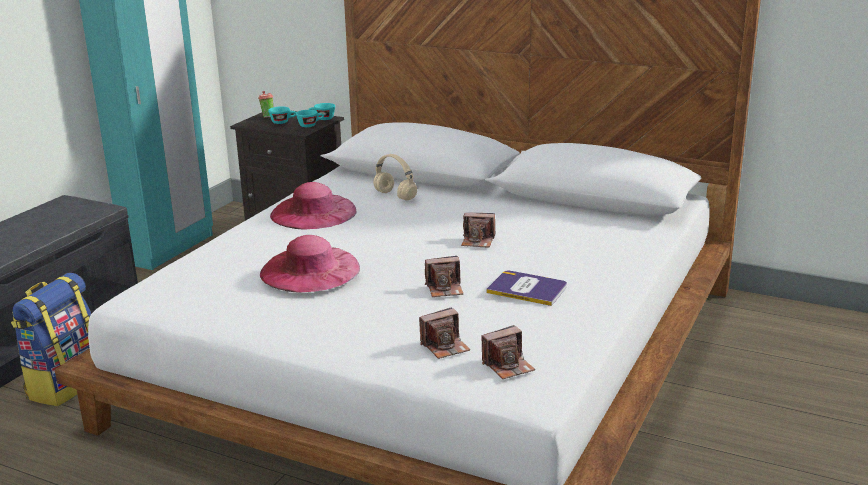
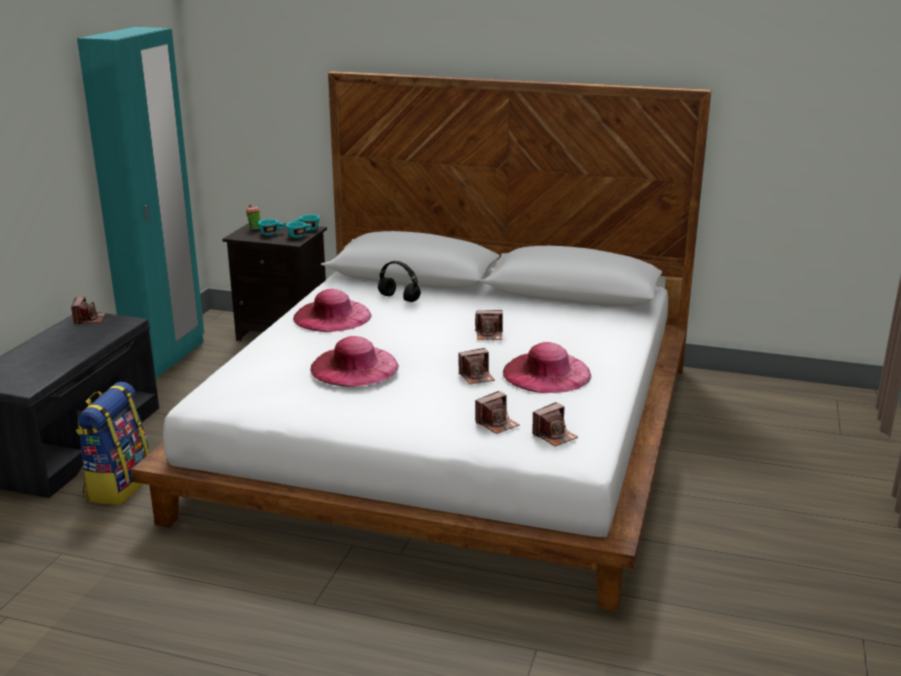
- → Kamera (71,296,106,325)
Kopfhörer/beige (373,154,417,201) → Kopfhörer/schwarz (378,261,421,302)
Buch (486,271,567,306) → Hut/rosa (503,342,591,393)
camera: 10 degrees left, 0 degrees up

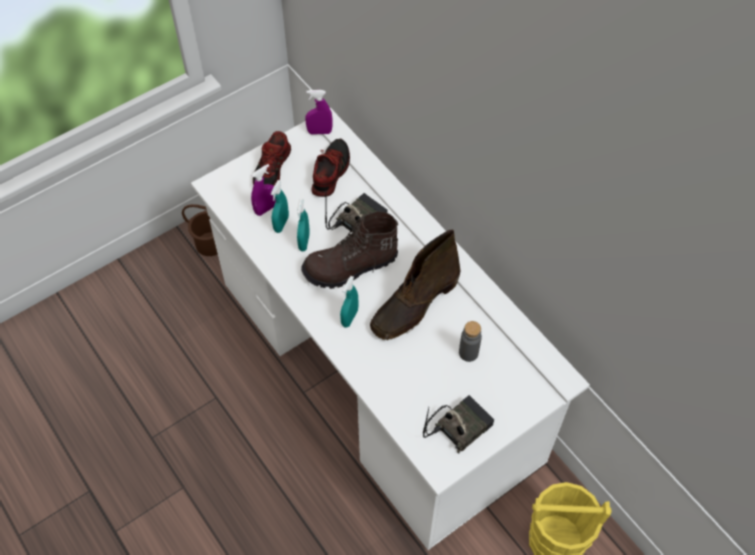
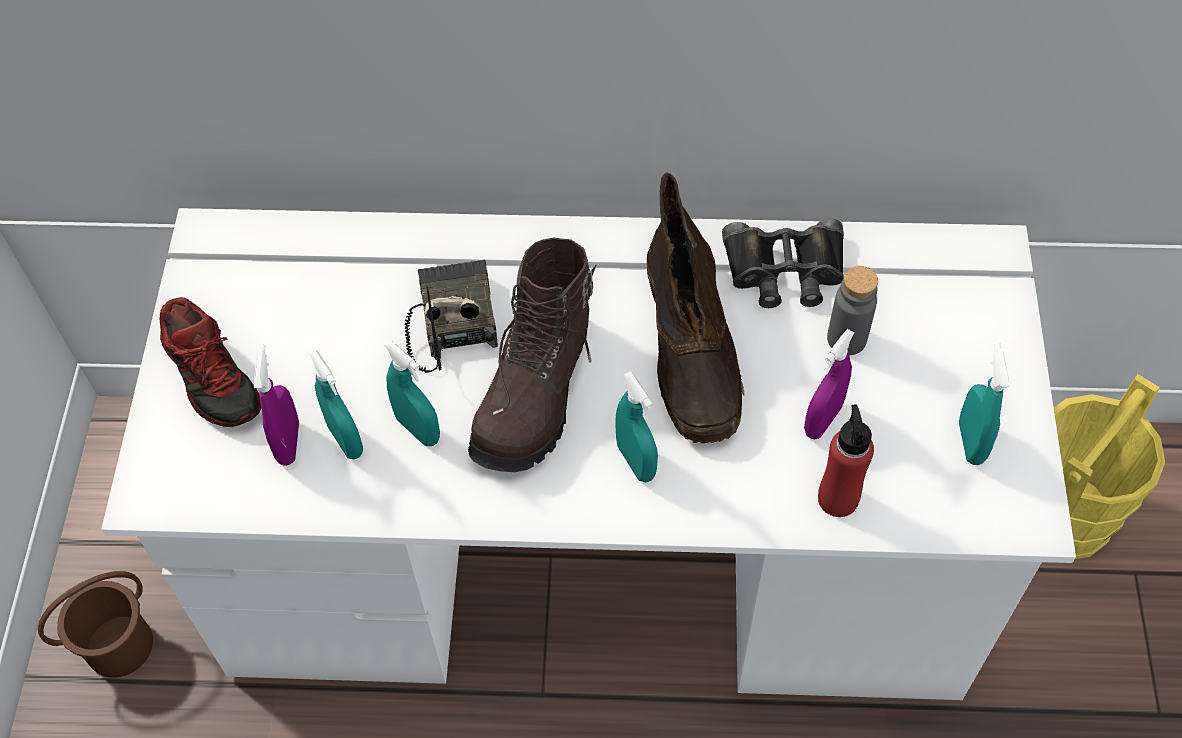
- → Fernglas/schwarz (722,219,844,308)
Sprühflasche/lila (305,90,333,135) → Sprühflasche/lila (804,329,855,439), shifted
- → Flasche/rot (818,404,874,517)
Radio (423,395,494,454) → Sprühflasche/türkis (959,343,1010,465)
Schuh (311,139,350,197) → -
camera: 50 degrees left, 0 degrees up

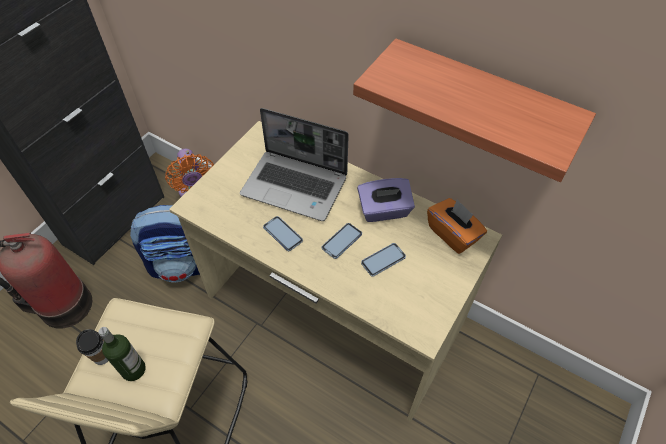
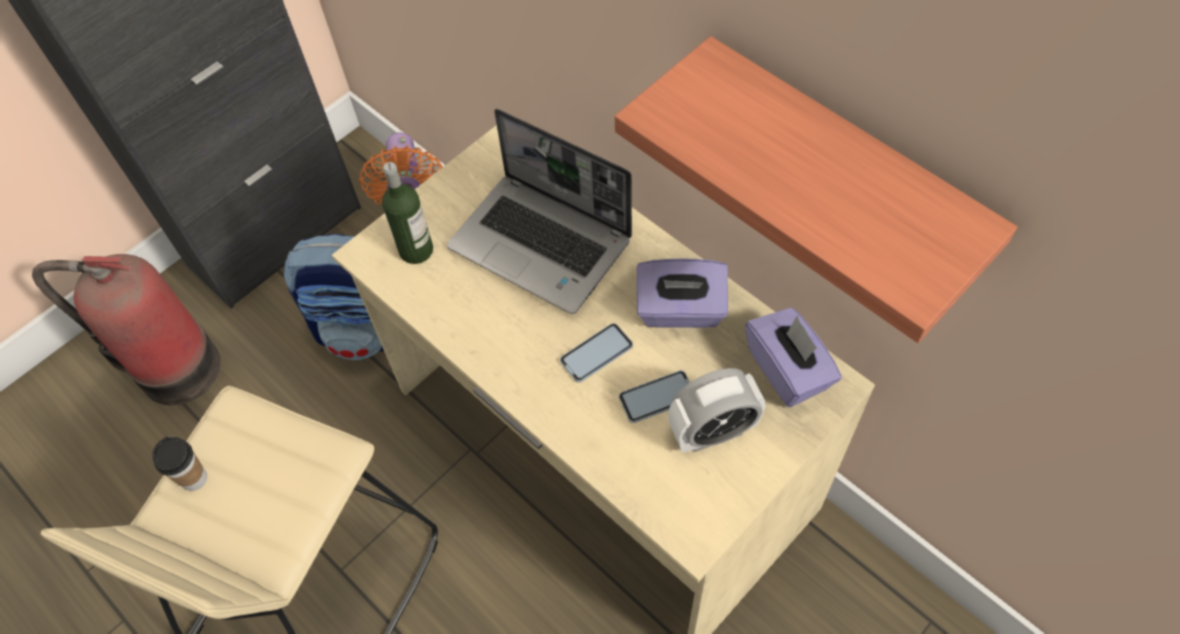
Flasche (98,327,146,381) → Flasche (382,162,433,264), shifted
- → Wecker (668,368,765,453)
Taschentuchbox/orange (427,198,487,254) → Taschentuchbox/lila (745,308,842,407)
Handy (263,216,303,251) → -
camera: 15 degrees right, 5 degrees up

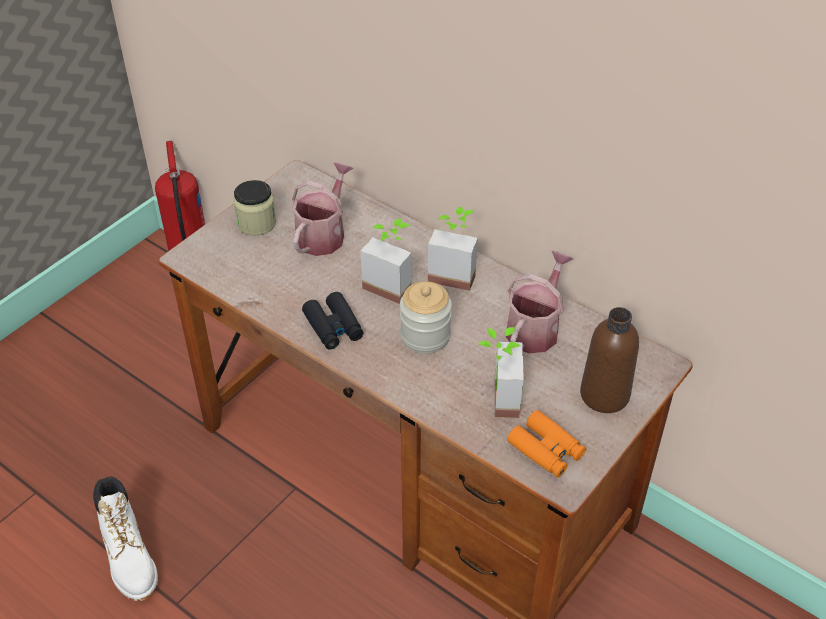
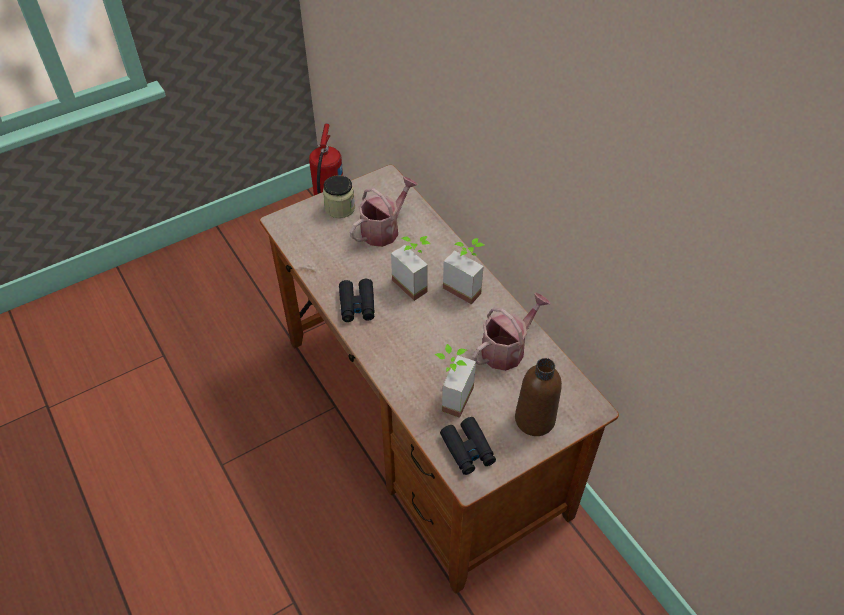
Fernglas/orange (507,410,586,477) → Fernglas/schwarz (440,417,496,475)
Stiefel/weiß (93,476,158,601) → -
Vorratsglas (400,281,452,354) → -
camera: 20 degrees right, 5 degrees up

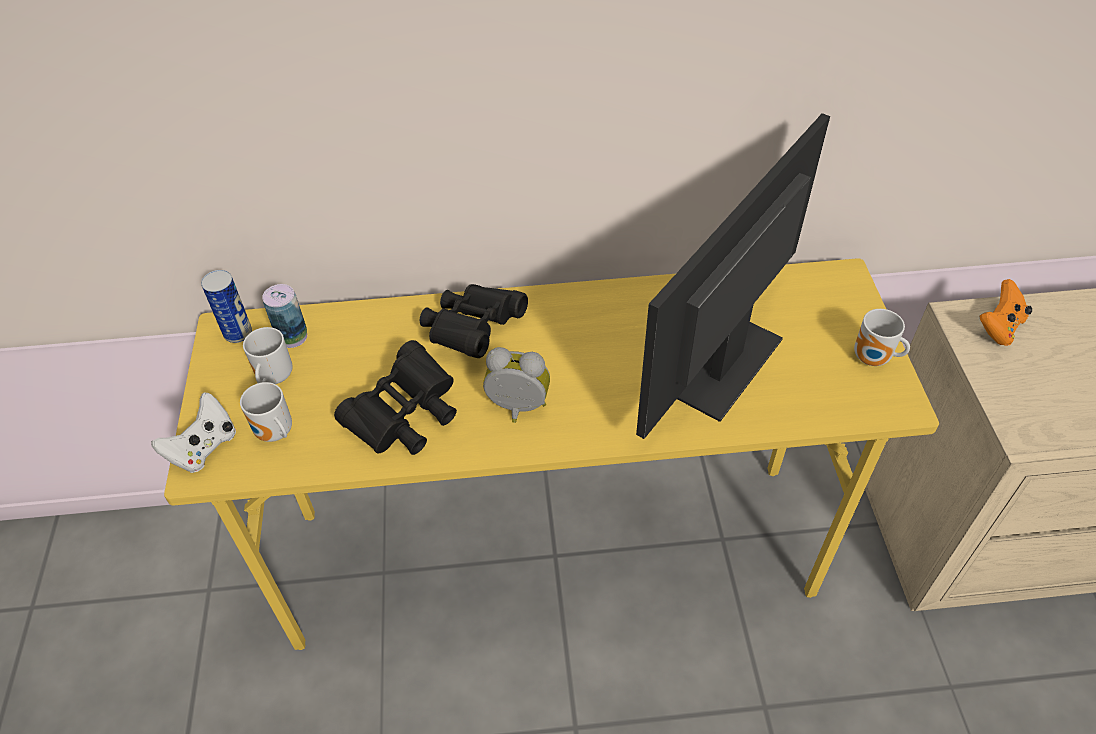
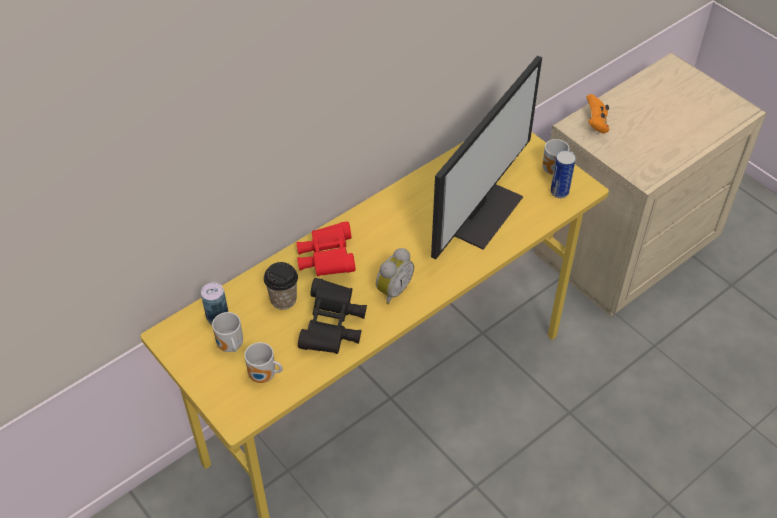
- → Tasse (264,262,298,310)
Fernglas/schwarz (420,284,528,358) → Fernglas/rot (297,221,356,276)
Wecker (483,347,550,423) → Wecker (376,248,414,305), 150 degrees clockwise
Monitor (636,113,830,439) → Monitor (431,56,542,259), 150 degrees counterclockwise
Dose (201,270,252,343) → Dose (550,151,576,198), shifted
Gamepad/weiß (151,392,236,473) → -
camera: 35 degrees left, 0 degrees up

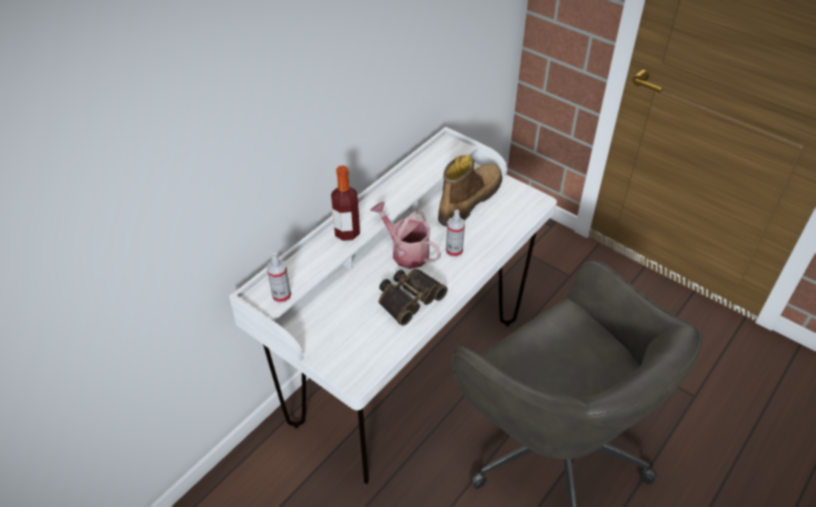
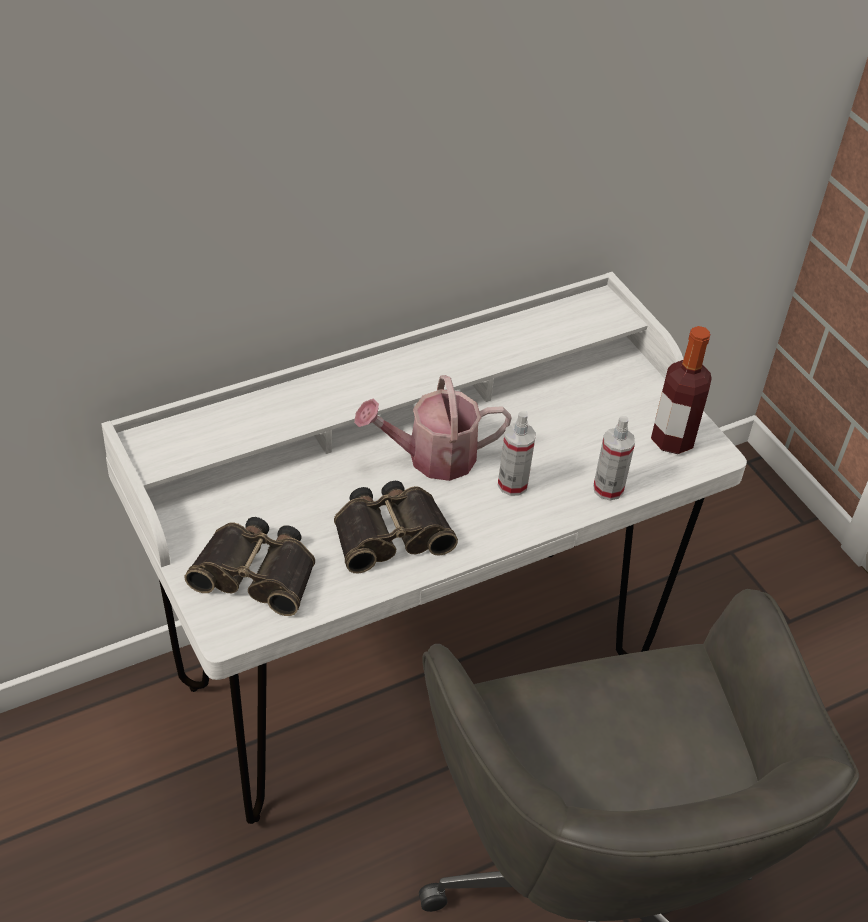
- → Fernglas (185,517,315,616)
Gießkanne (370,202,441,269) → Gießkanne (354,375,512,481), 75 degrees counterclockwise
Sprühflasche (267,253,291,303) → Sprühflasche (593,416,635,501), shifted
Flasche (331,165,360,241) → Flasche (651,326,712,454), shifted
Stiefel (438,155,502,227) → -
camera: 20 degrees right, 0 degrees up

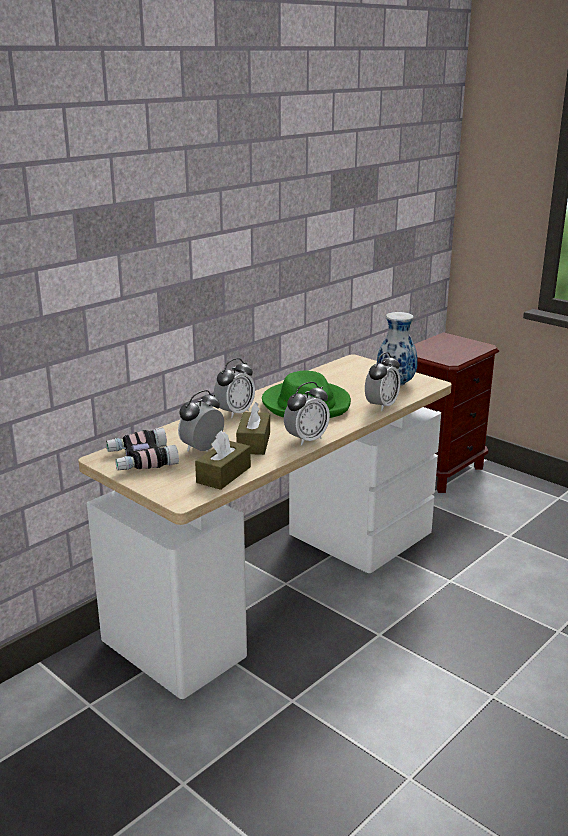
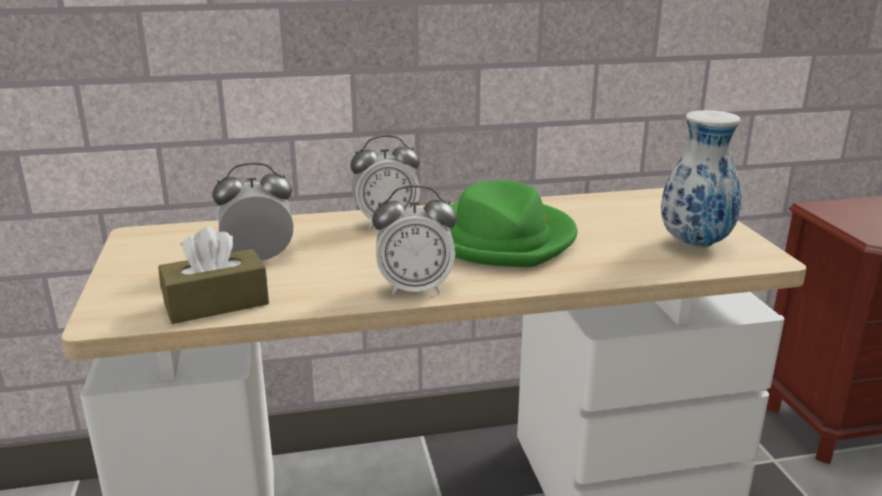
Fernglas (106,428,179,470) → -
Taschentuchbox/braun (236,402,270,455) → -
Wecker (365,352,400,411) → -
camera: 35 degrees right, 0 degrees up

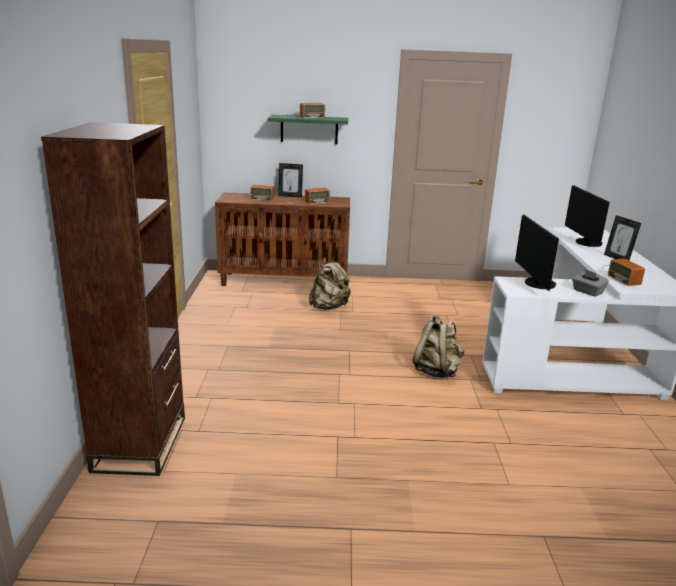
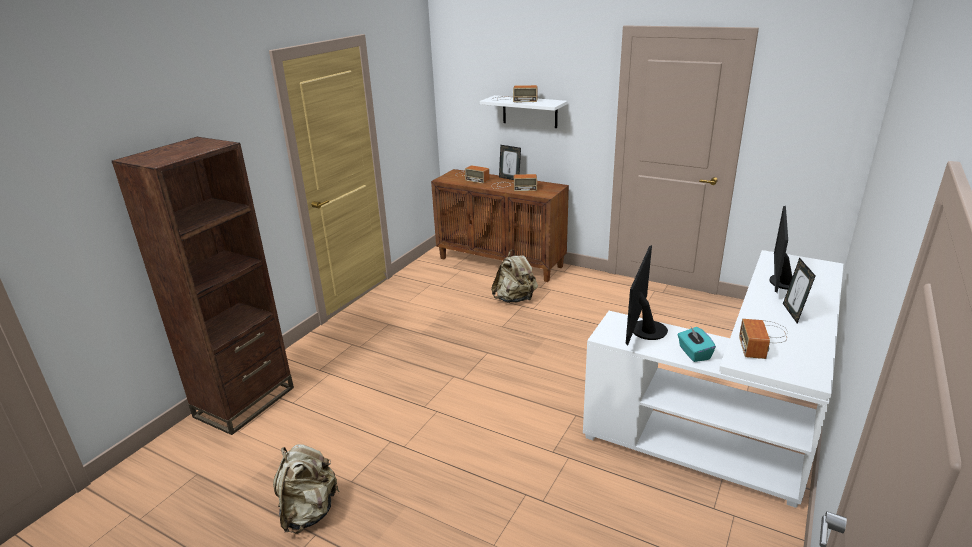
Rucksack/beige (412,315,464,378) → Rucksack/beige (273,444,340,534), shifted
Wandregal/grün (267,115,348,144) → Wandregal/weiß (480,95,568,128)
Taschentuchbox/grau (572,269,609,296) → Taschentuchbox/türkis (678,327,716,362)
camera: 30 degrees right, 5 degrees up

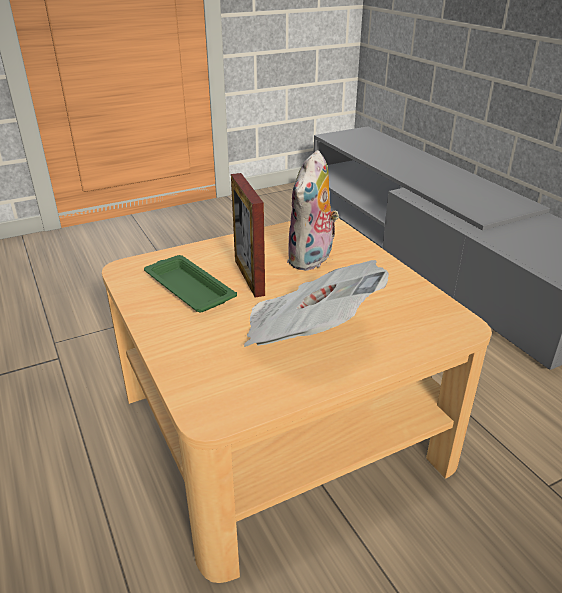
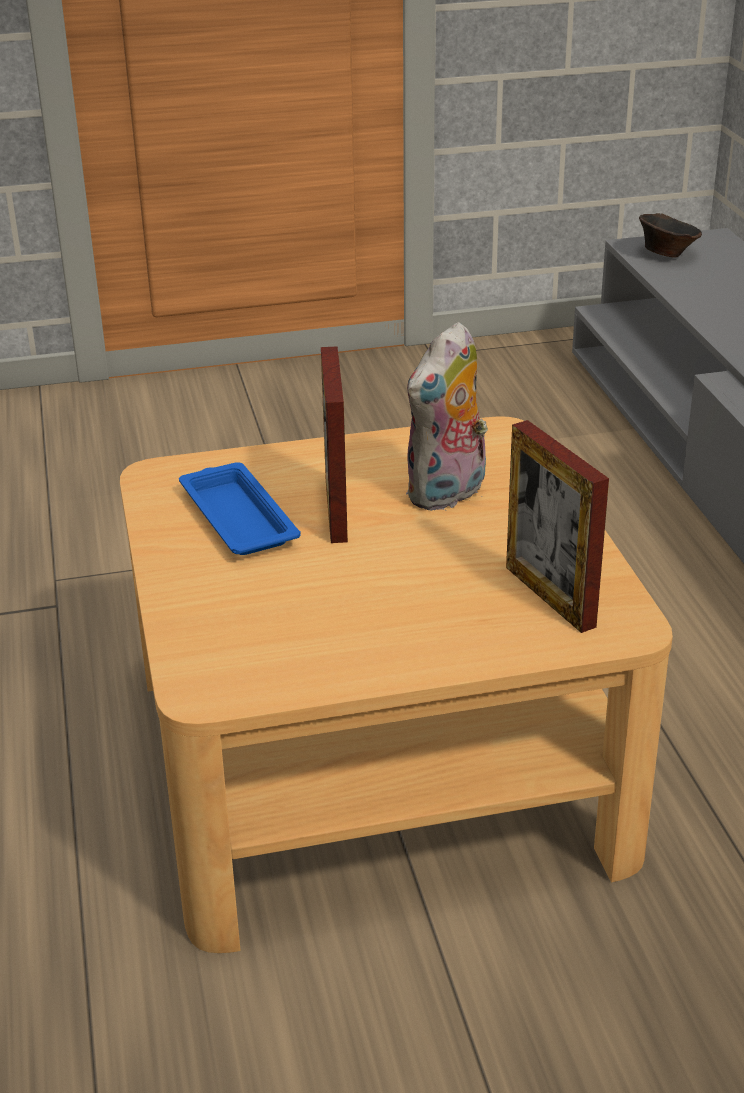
Tablett/grün (144,255,237,312) → Tablett/blau (179,462,301,555)
- → Bilderrahmen (506,420,609,633)
- → Schüssel/braun (639,213,702,257)
Zeitung (244,260,389,347) → -
camera: 15 degrees right, 0 degrees up

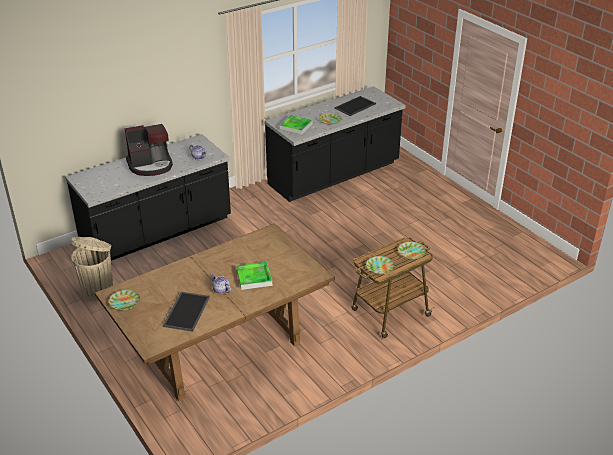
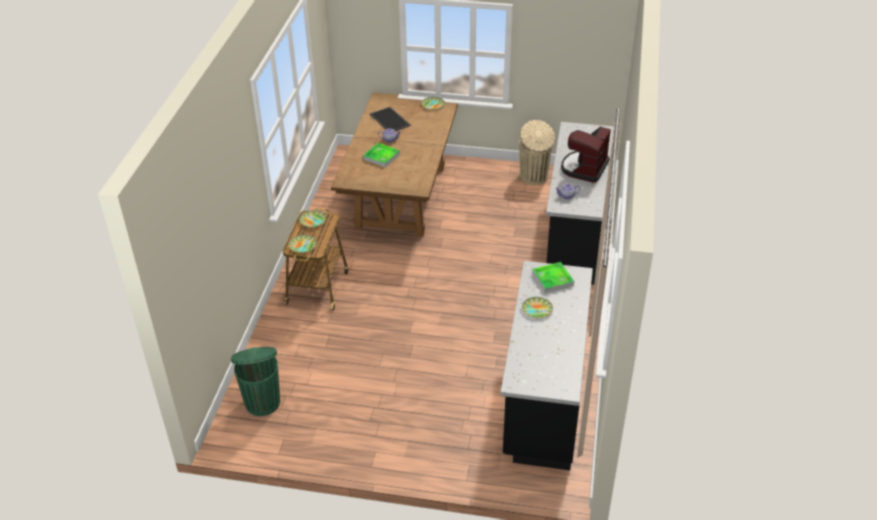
- → Mülleimer/grün (231,347,280,416)
Tablett (334,96,376,116) → -
camera: 135 degrees right, 5 degrees up

